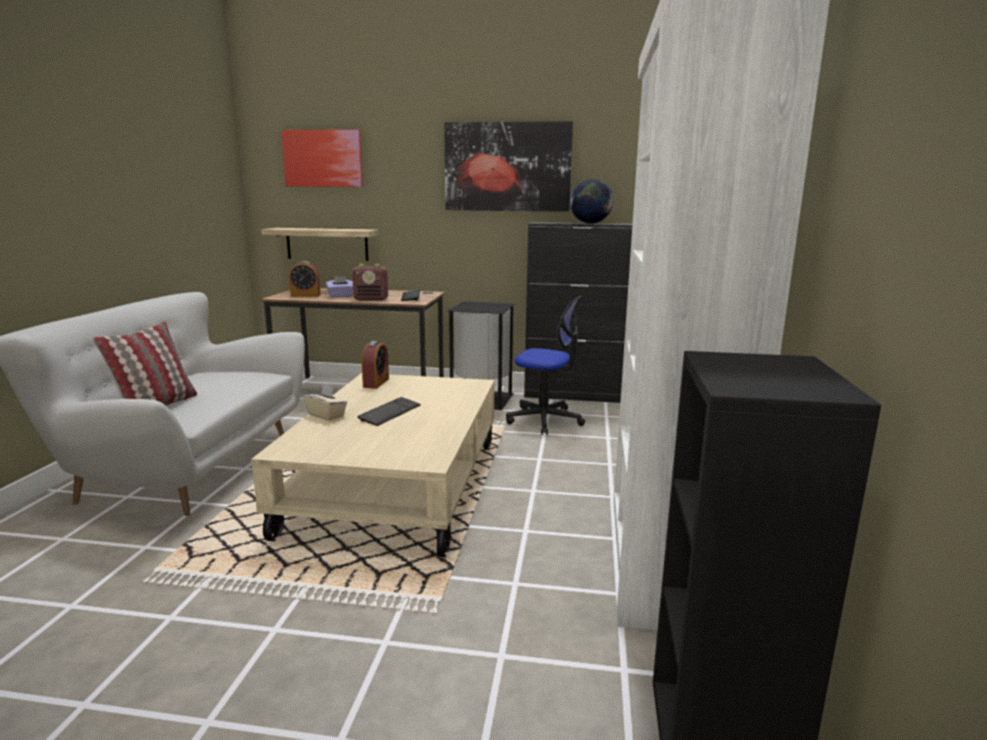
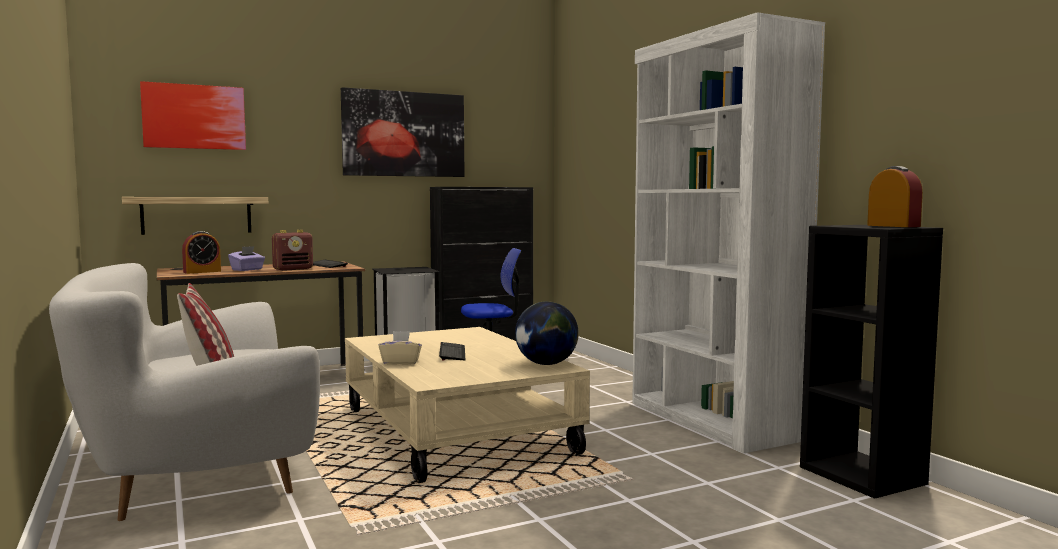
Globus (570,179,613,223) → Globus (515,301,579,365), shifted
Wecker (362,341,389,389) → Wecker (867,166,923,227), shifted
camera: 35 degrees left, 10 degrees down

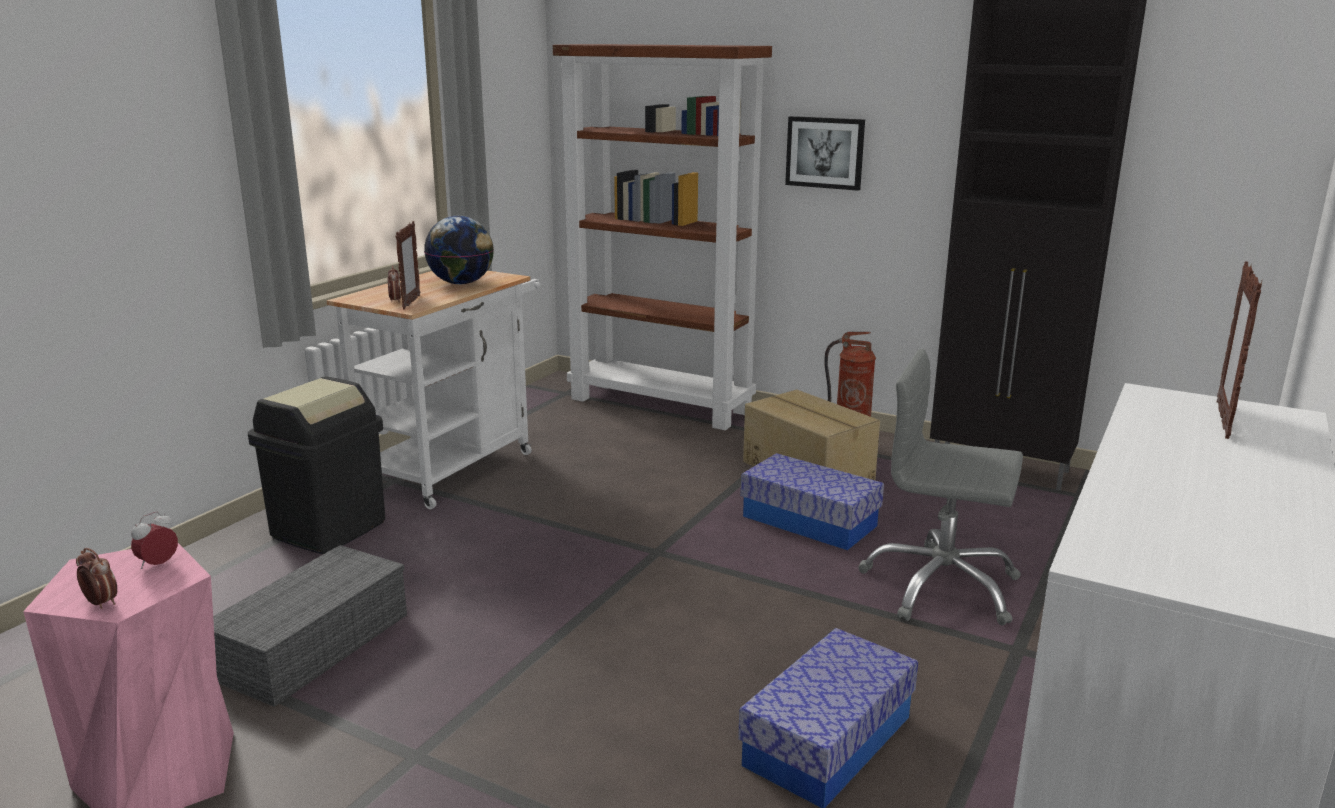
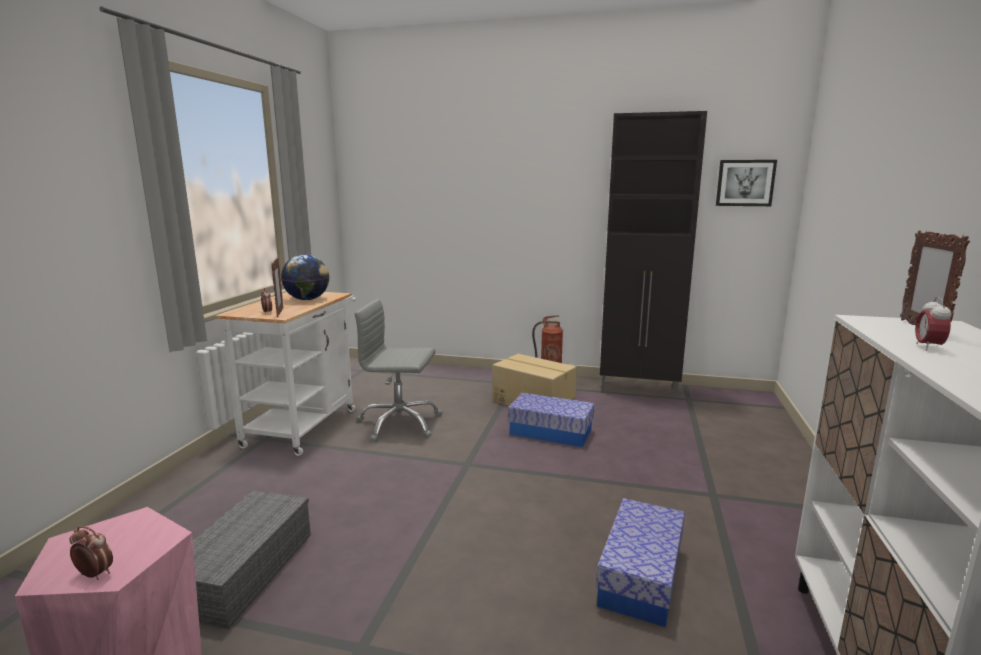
Bürostuhl/grau (859,349,1023,626) → Bürostuhl/grau (355,299,442,442), shifted
Bild (785,116,865,191) → Bild (716,160,777,206), shifted
Wecker (131,511,178,569) → Wecker (915,297,952,351), shifted
Mülleimer/schwarz (248,376,385,554) → -
Bücherregal/braun (553,44,772,430) → -
camera: 15 degrees left, 5 degrees down

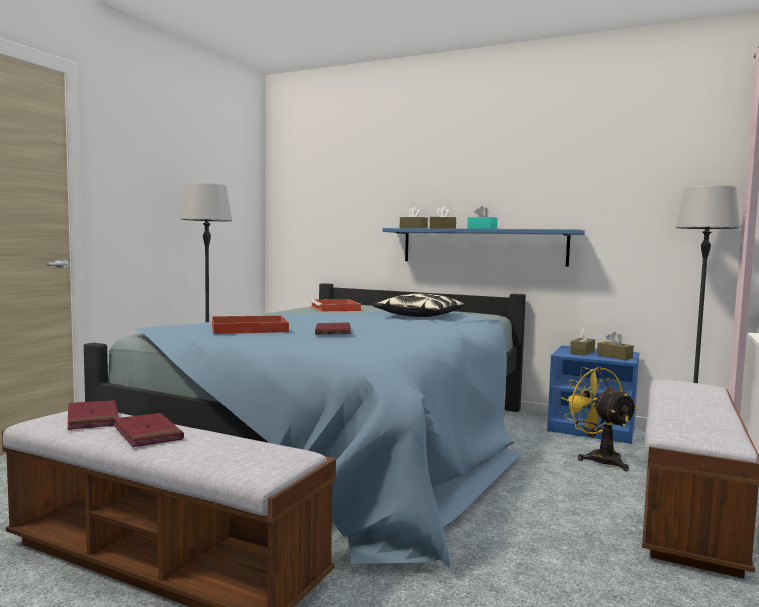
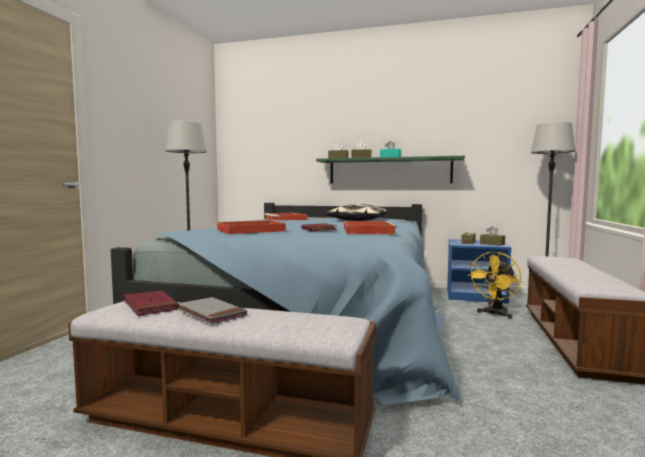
Buch/rot (114,413,184,447) → Buch/grau (177,297,247,325)
Wandregal/blau (382,228,585,267) → Wandregal/grün (316,156,465,184)
- → Tablett/rot (344,221,398,234)
Ventilator/gelb (562,367,638,471) → Ventilator/gelb (467,251,521,319), 105 degrees counterclockwise
camera: 10 degrees left, 0 degrees up

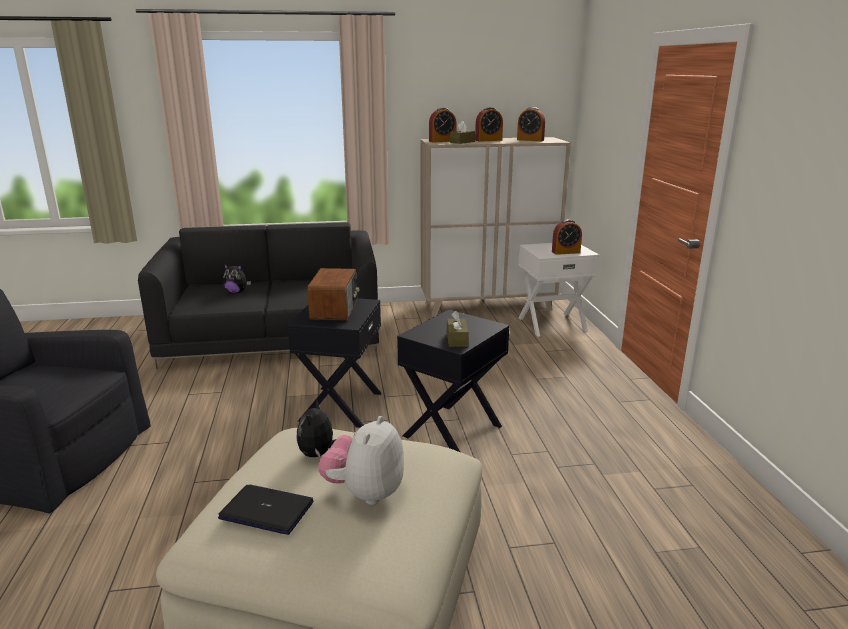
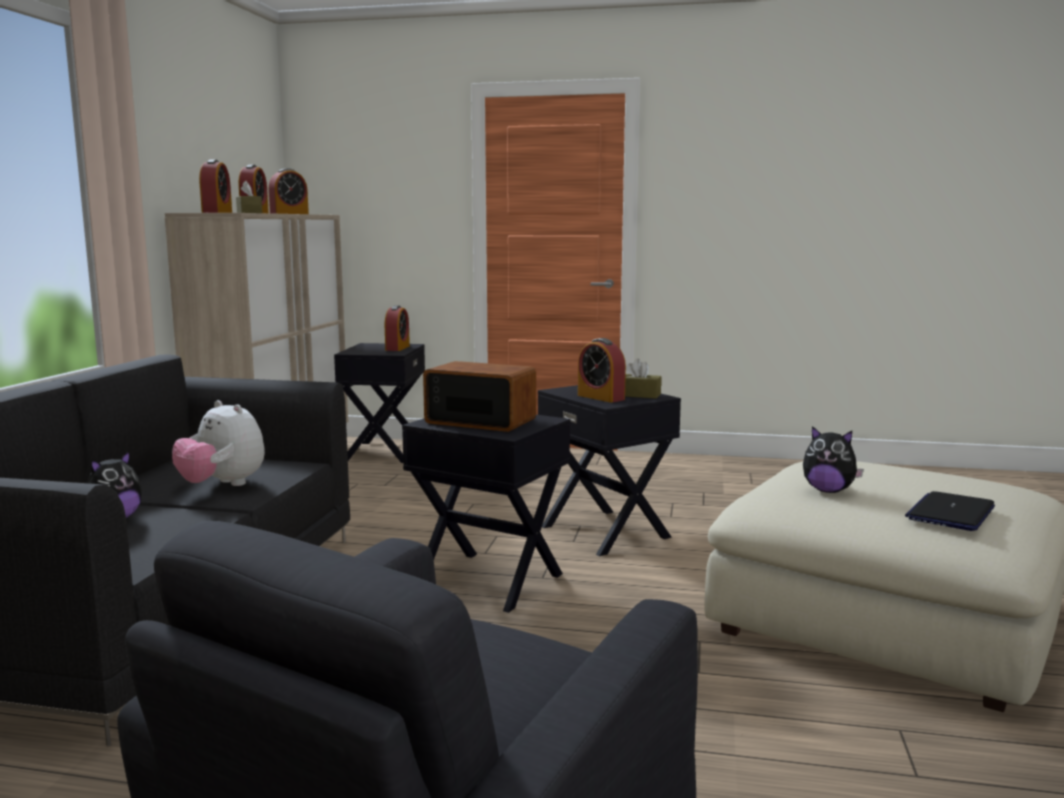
Plüschtier (318,416,404,505) → Plüschtier (172,400,265,486), shifted
Beistelltisch/weiß (518,243,599,337) → Beistelltisch/schwarz (334,343,425,463)
- → Wecker (578,338,626,403)
camera: 70 degrees left, 10 degrees down

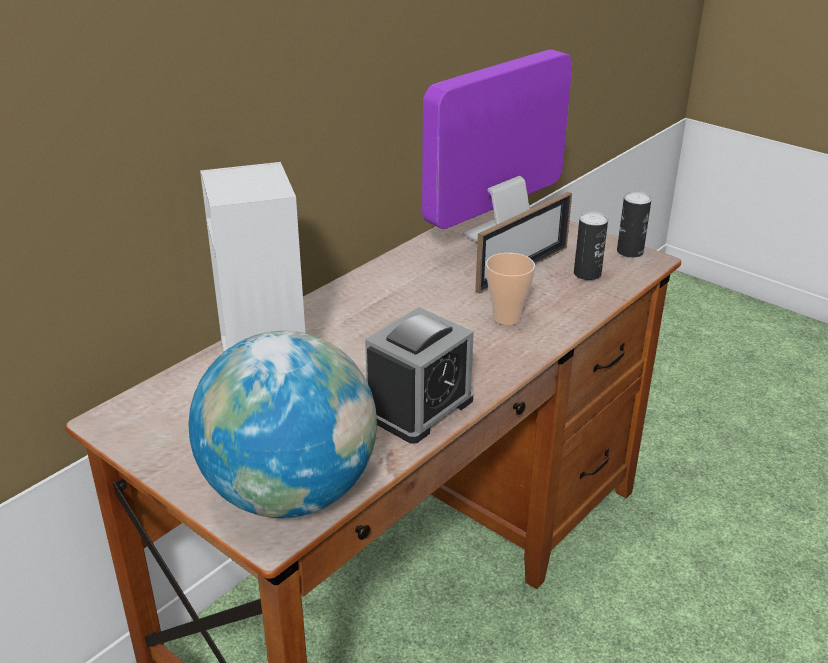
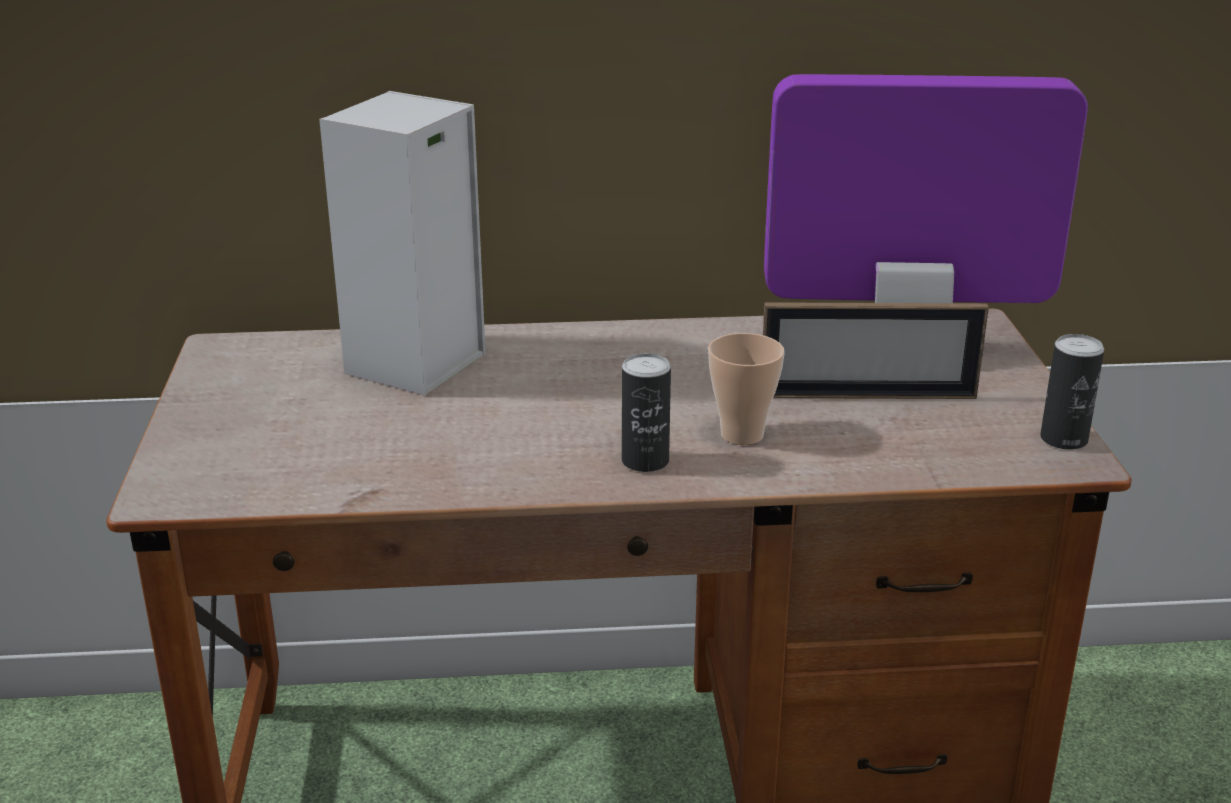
Dose (574,211,608,280) → Dose (622,353,671,472), shifted
Globus (189,331,377,518) → -
Wecker (365,307,474,444) → -
camera: 45 degrees right, 5 degrees down

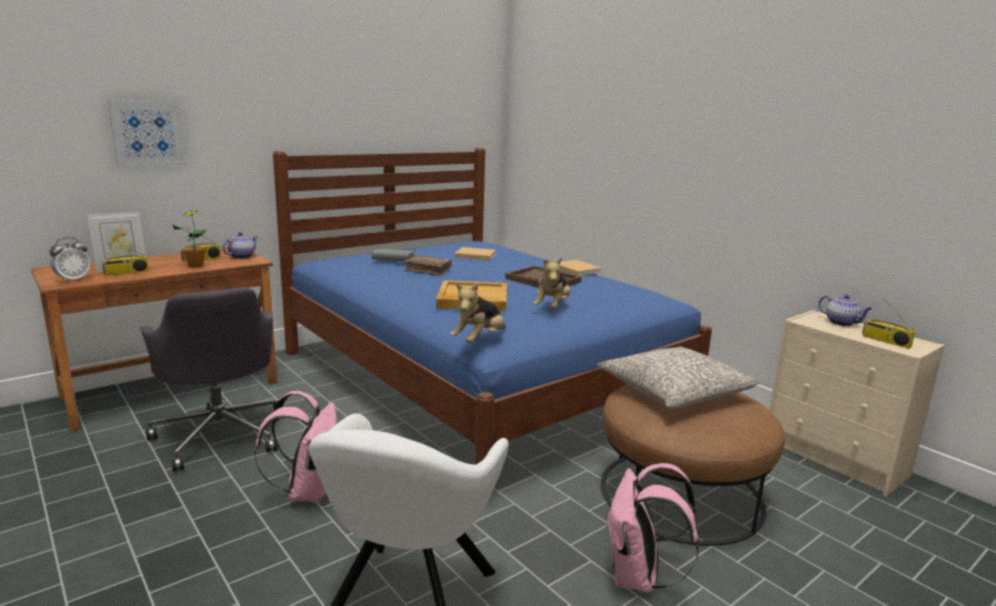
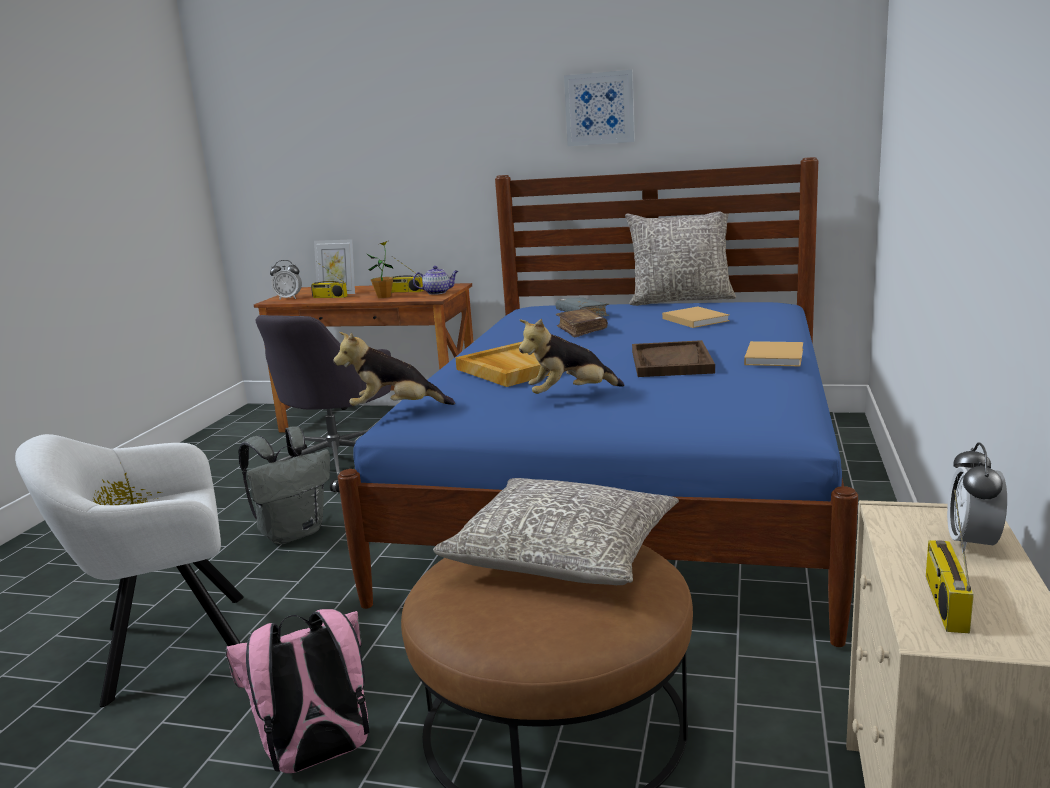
Rucksack/rosa (255,391,337,503) → Rucksack/grau (238,426,330,544)
Bild (108,100,186,167) → Bild (564,70,635,146), shifted
- → Kissen/grau (625,211,736,306)
Teekanne (819,295,872,326) → Wecker (947,443,1007,553)
camera: 55 degrees right, 0 degrees up

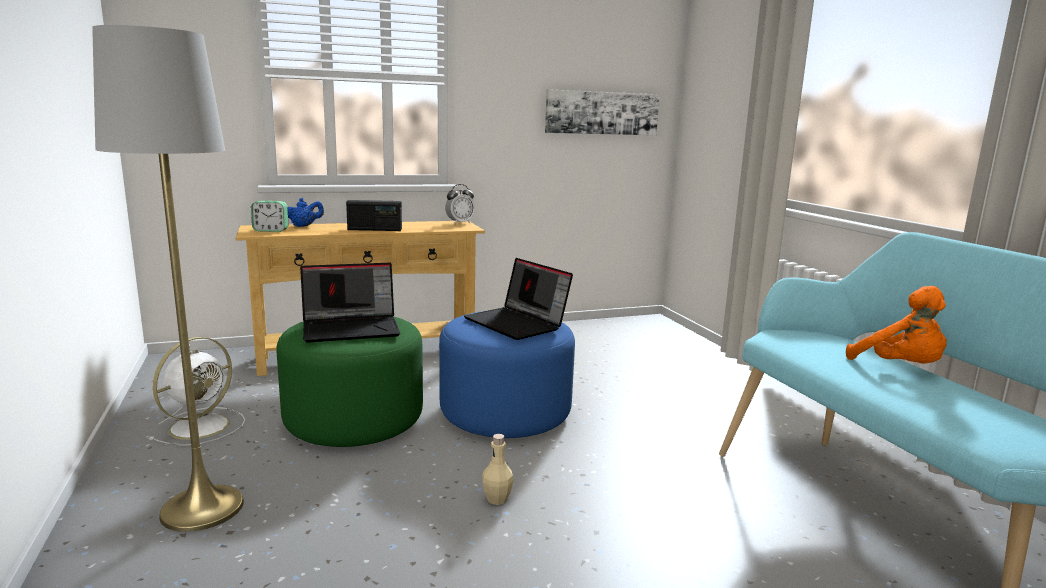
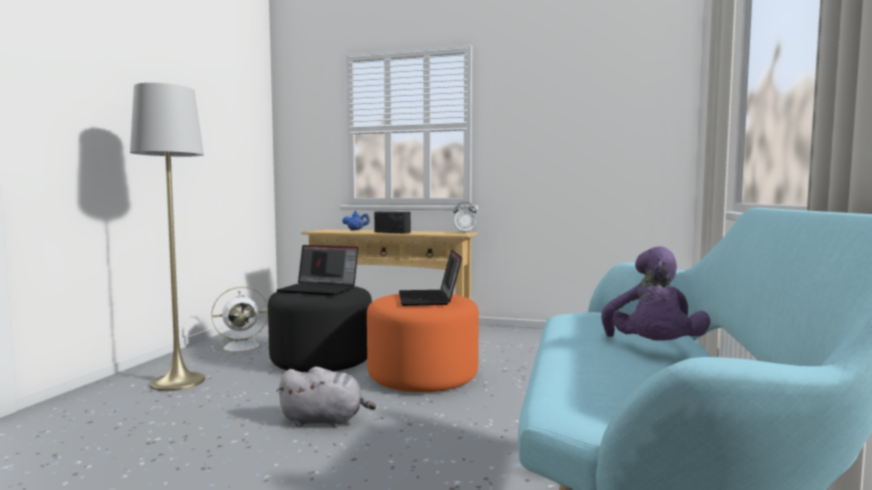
Polsterhocker/grün (277,316,423,447) → Polsterhocker/schwarz (268,286,372,372)
Flasche/beige (482,434,513,505) → Plüschtier/grau (276,367,376,427)
Polsterhocker/blau (439,311,575,438) → Polsterhocker/orange (367,294,479,392)
Plüschtier/orange (846,286,947,363) → Plüschtier/lila (601,246,711,341)
Wecker (251,201,288,232) → -
Bild (545,89,660,135) → -
camera: 35 degrees right, 10 degrees down

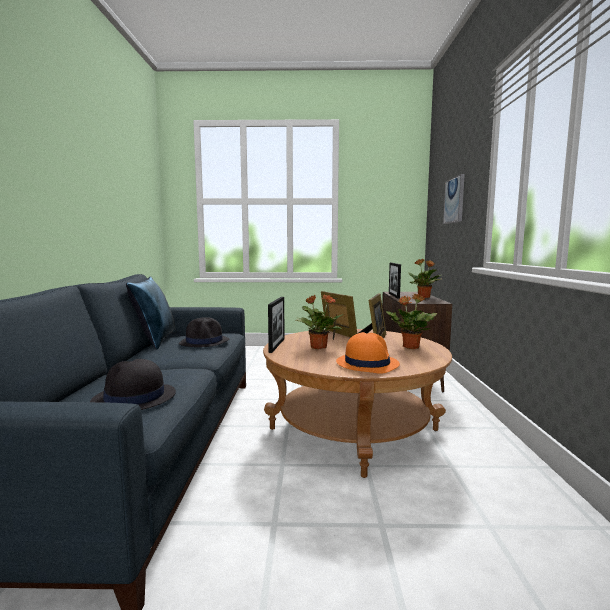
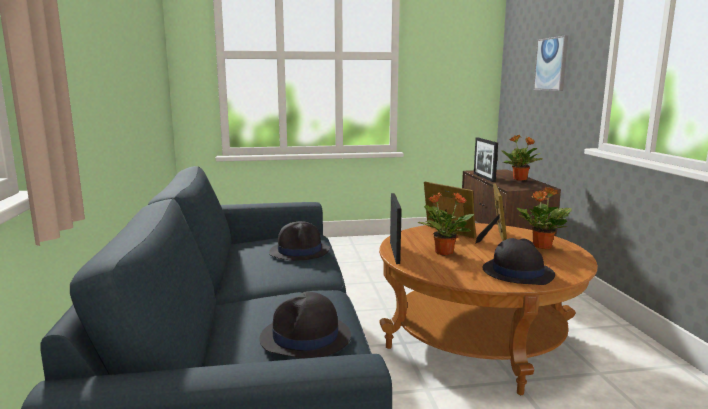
Hut/orange (336,332,400,374) → Hut/schwarz (483,238,555,285)
Kissen/blau (126,276,177,350) → -
camera: 10 degrees left, 5 degrees up

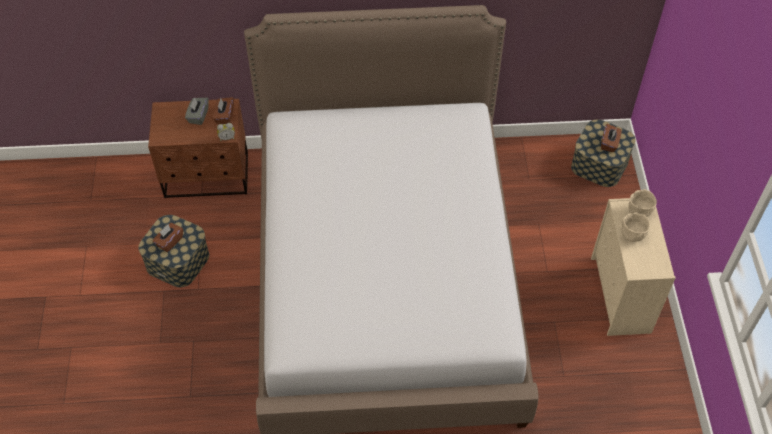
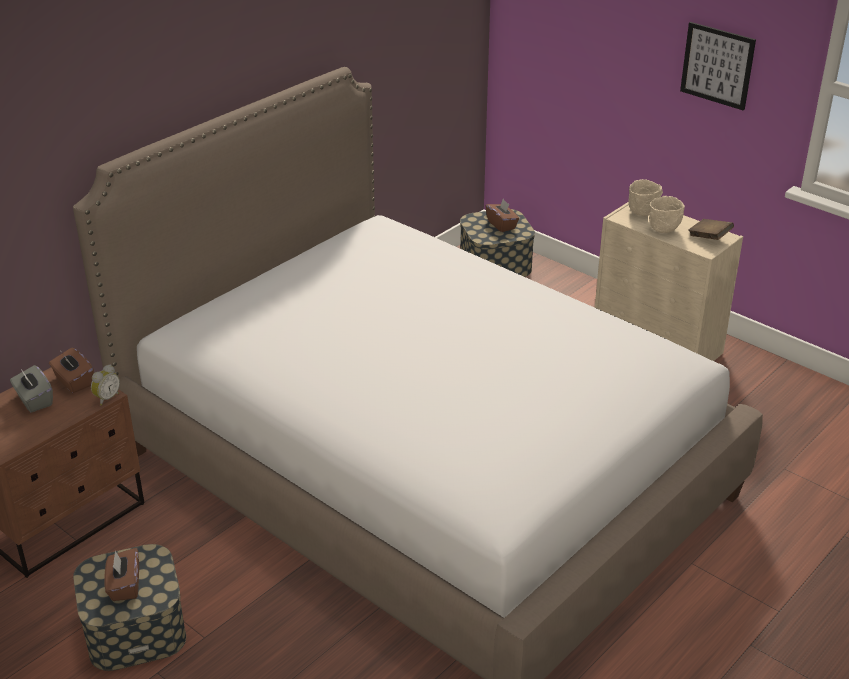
- → Bild (680,22,756,111)
- → Buch/braun (688,219,734,240)
camera: 45 degrees left, 20 degrees down

